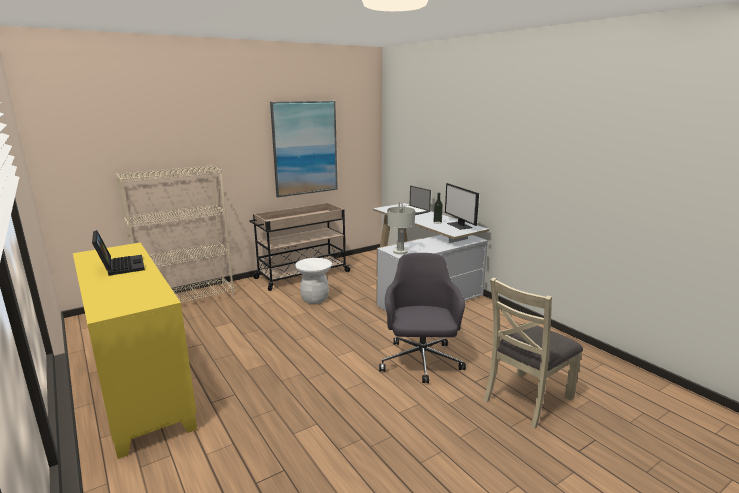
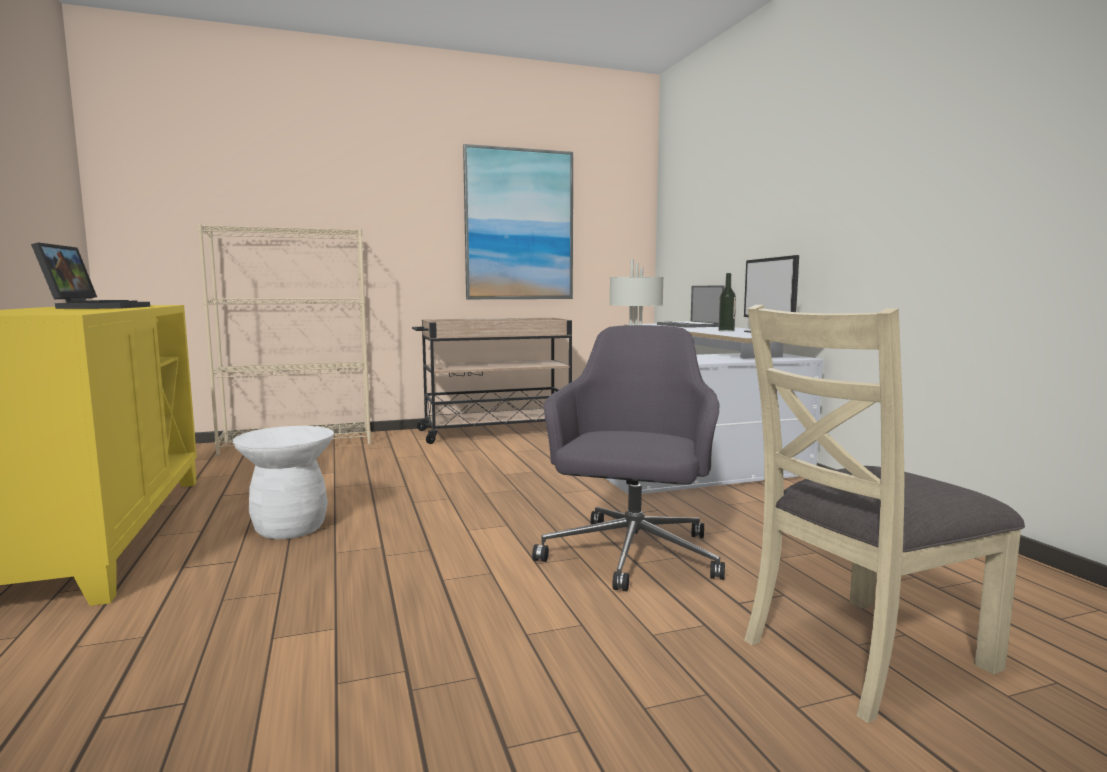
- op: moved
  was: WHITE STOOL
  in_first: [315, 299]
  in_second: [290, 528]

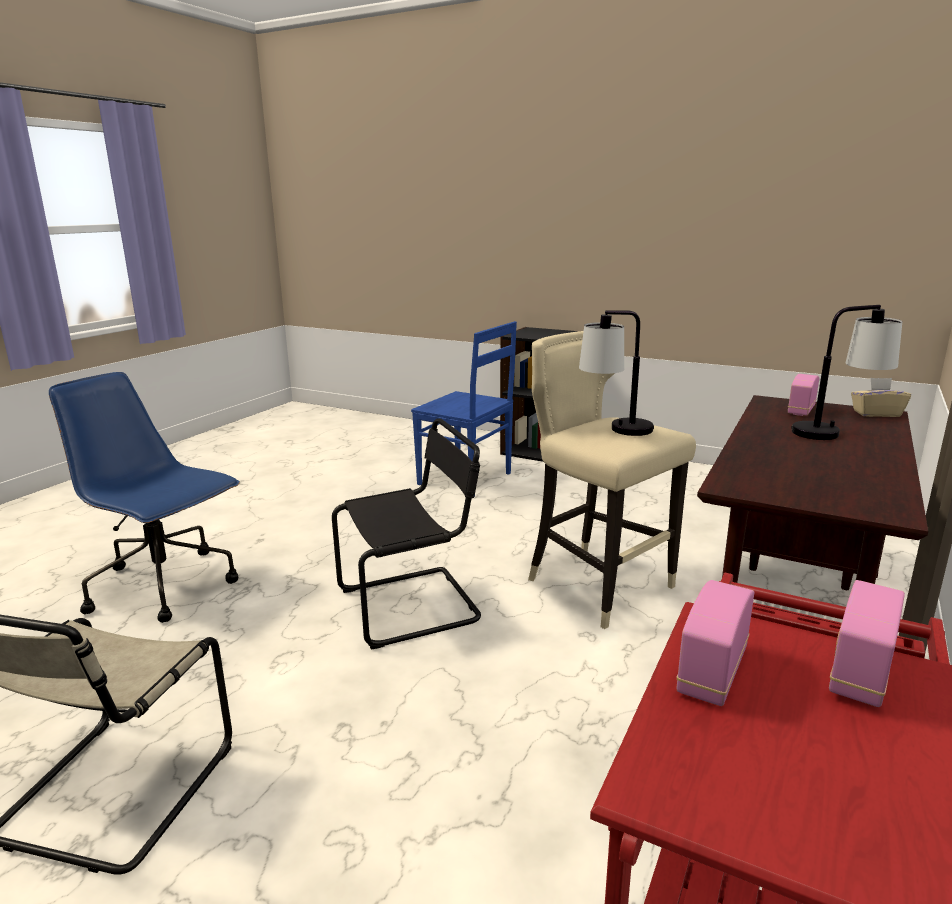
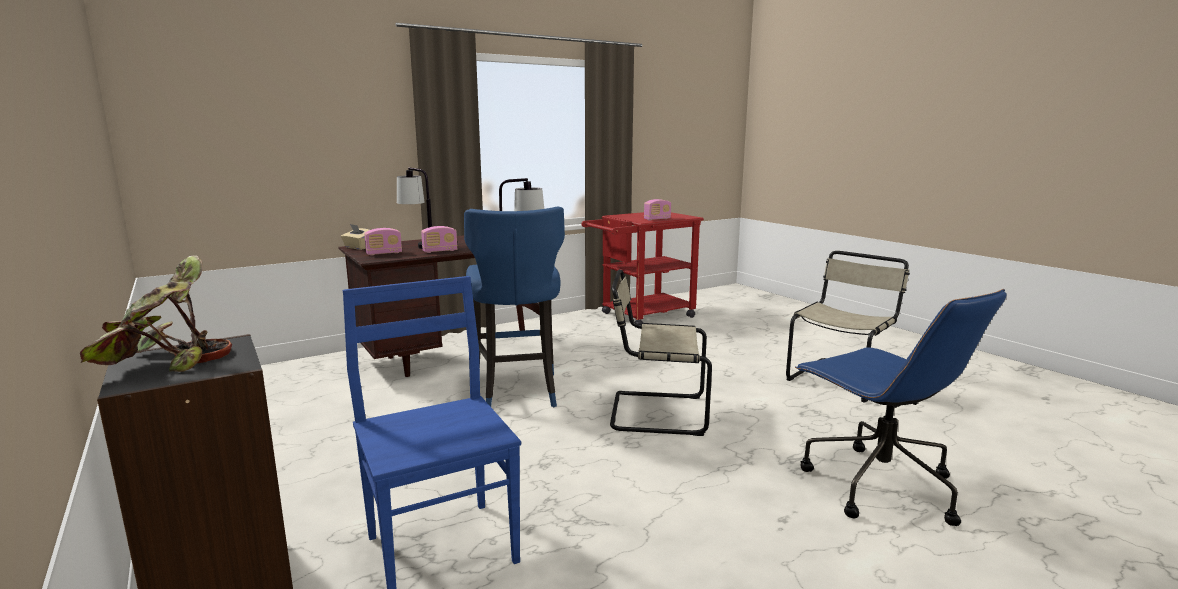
- op: recoloured
  was: BEIGE STOOL
  now: BLUE STOOL
  in_first: [597, 585]
  in_second: [517, 392]
- op: recoloured
  was: BLACK CHAIR
  now: BEIGE CHAIR
  in_first: [414, 605]
  in_second: [654, 413]
- op: moved
  was: RADIO
  in_first: [860, 672]
  in_second: [440, 251]
- op: added
  now: POTTED PLANT
  in_second: [163, 364]

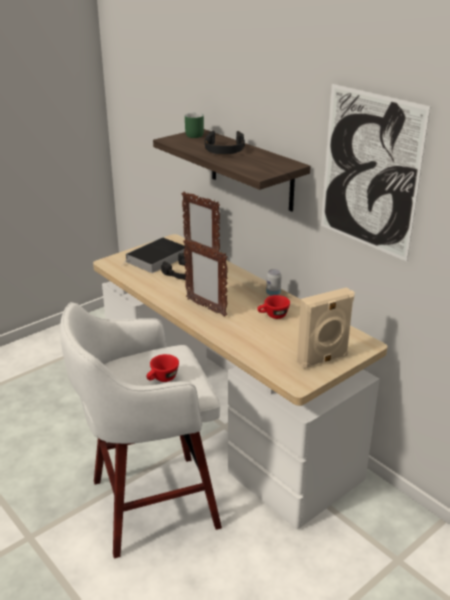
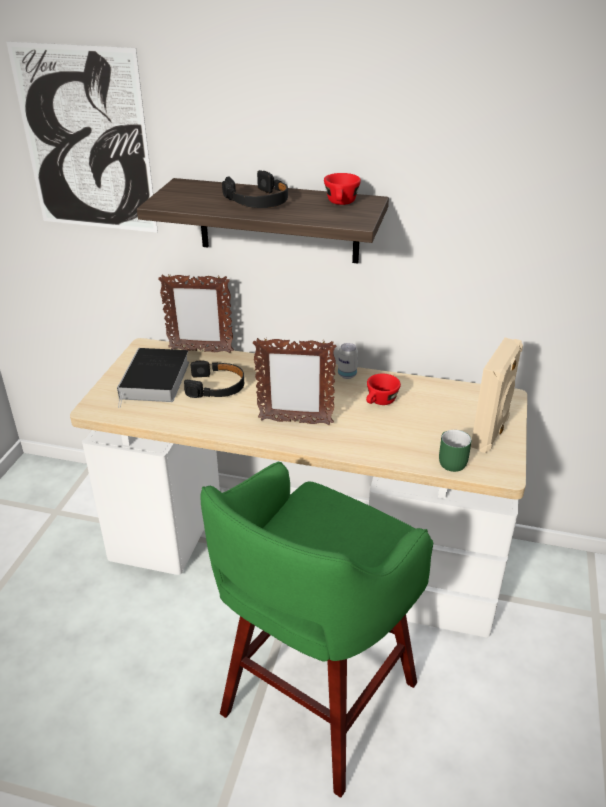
- op: moved
  was: PICTURE
  in_first: [369, 172]
  in_second: [86, 141]
- op: moved
  was: GREEN MUG
  in_first: [194, 134]
  in_second: [448, 461]
- op: recoloured
  was: WHITE STOOL
  now: GREEN STOOL
  in_first: [149, 504]
  in_second: [315, 703]
- op: moved
  was: RED CUP
  in_first: [162, 379]
  in_second: [341, 203]

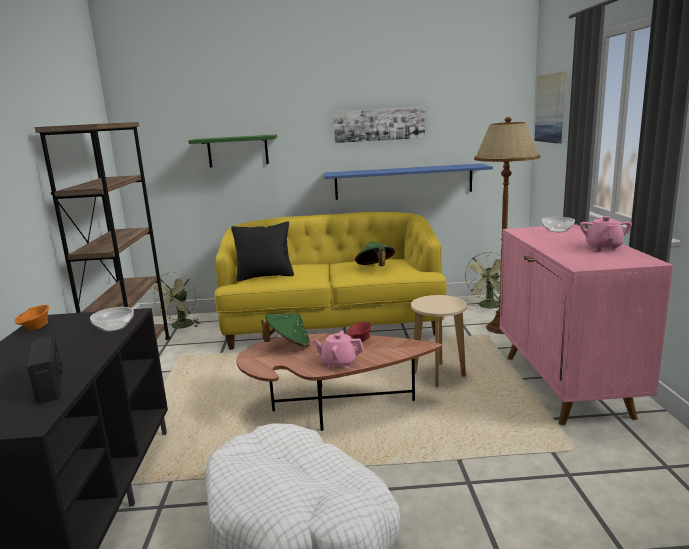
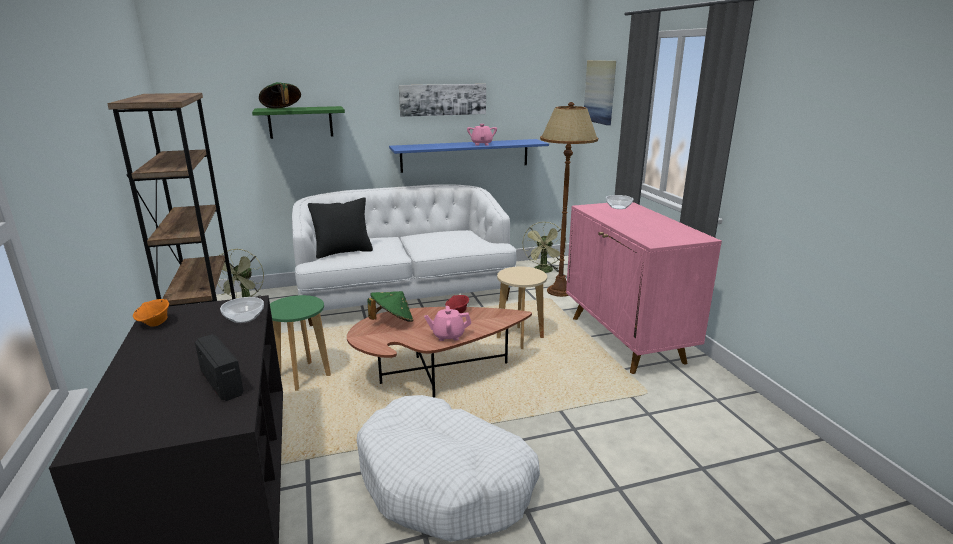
- op: recoloured
  was: YELLOW SOFA
  now: WHITE SOFA
  in_first: [333, 324]
  in_second: [405, 295]
- op: moved
  was: PINK TEAPOT
  in_first: [603, 247]
  in_second: [482, 144]
- op: moved
  was: GREEN HAT
  in_first: [375, 268]
  in_second: [281, 109]
- op: added
  now: GREEN STOOL
  in_second: [304, 376]

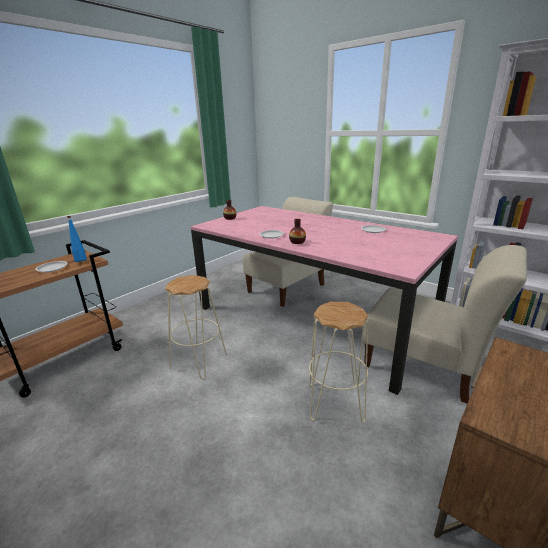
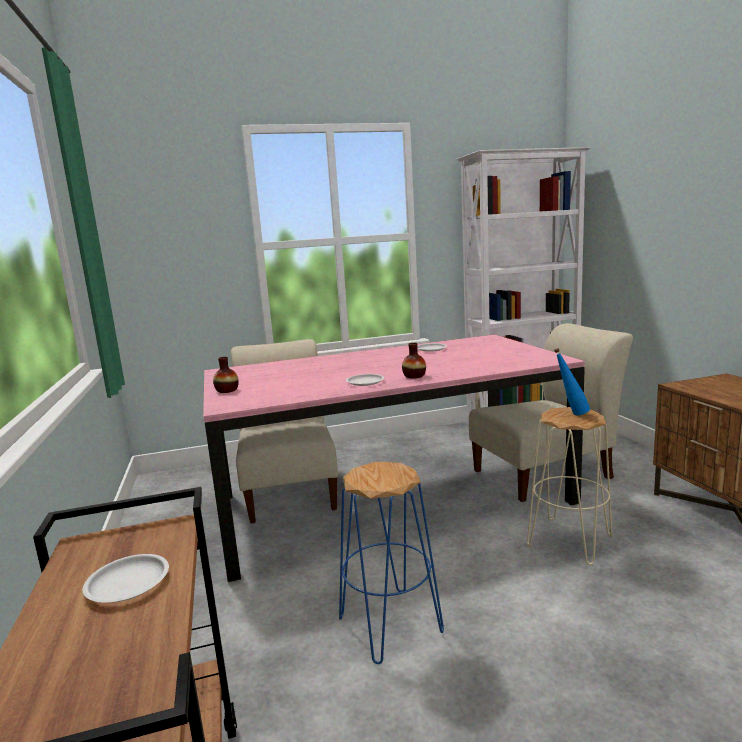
- op: moved
  was: BLUE BOTTLE
  in_first: [80, 260]
  in_second: [571, 414]
- op: recoloured
  was: BEIGE STOOL
  now: BLUE STOOL
  in_first: [199, 360]
  in_second: [389, 624]

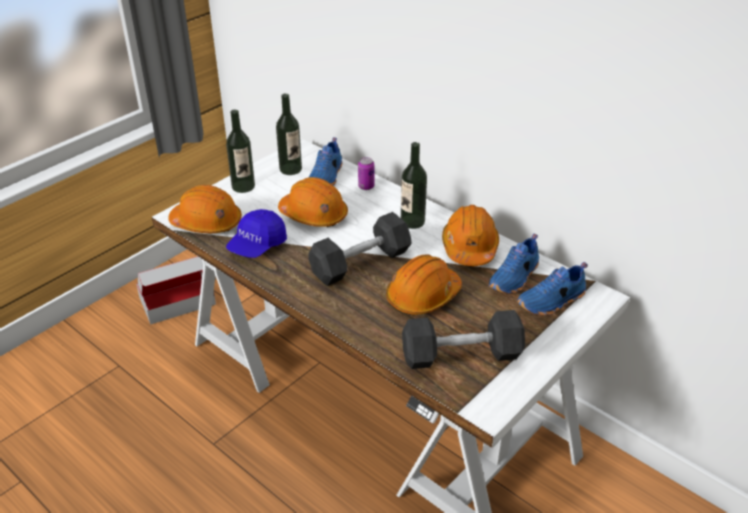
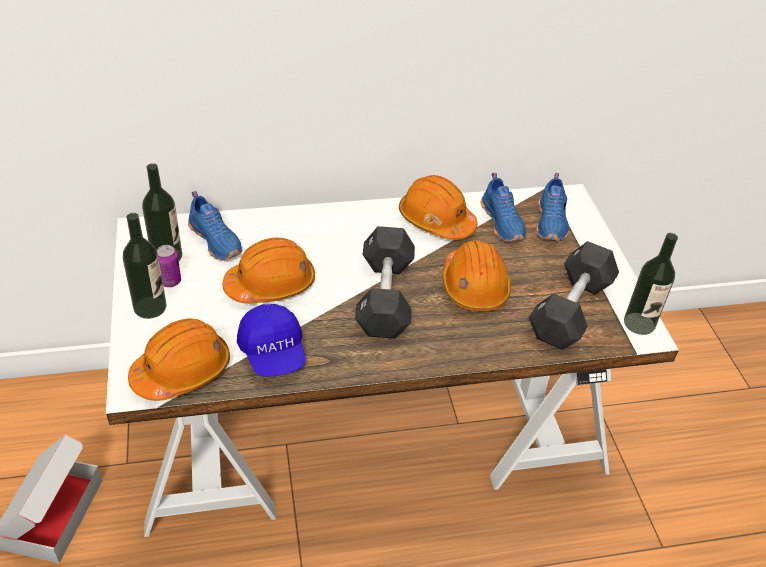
- op: moved
  was: BOTTLE
  in_first: [412, 221]
  in_second: [639, 323]
- op: moved
  was: CAN
  in_first: [366, 186]
  in_second: [170, 281]

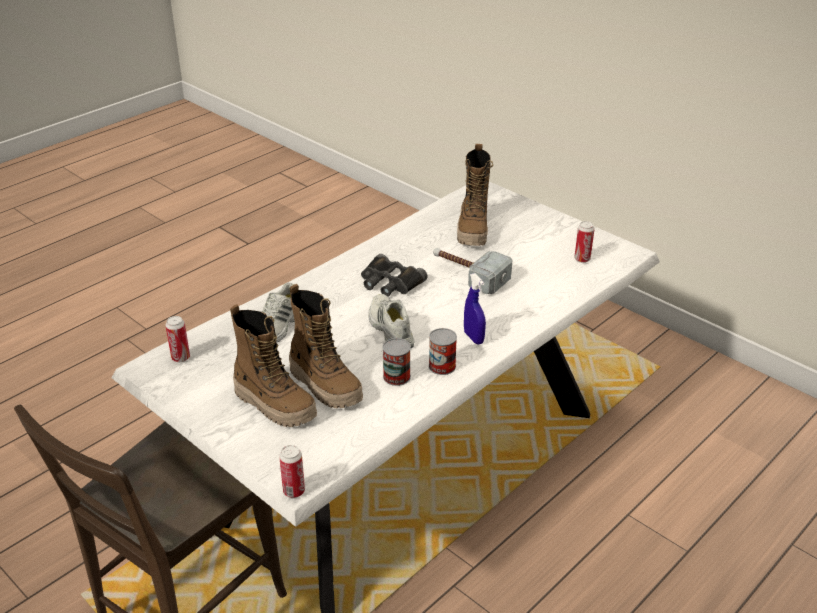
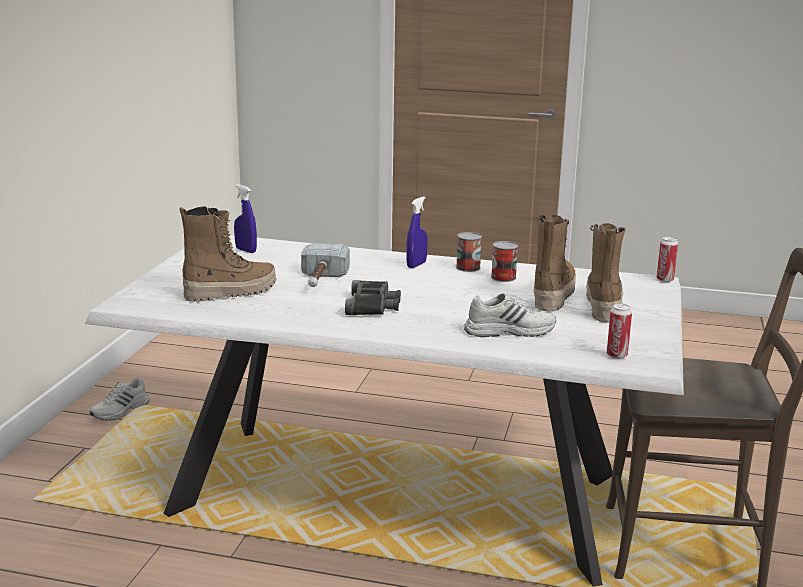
- op: replaced
  was: CAN
  now: BLUE SPRAY BOTTLE
  in_first: [582, 259]
  in_second: [246, 250]
- op: moved
  was: WHITE SHOE
  in_first: [389, 328]
  in_second: [121, 411]

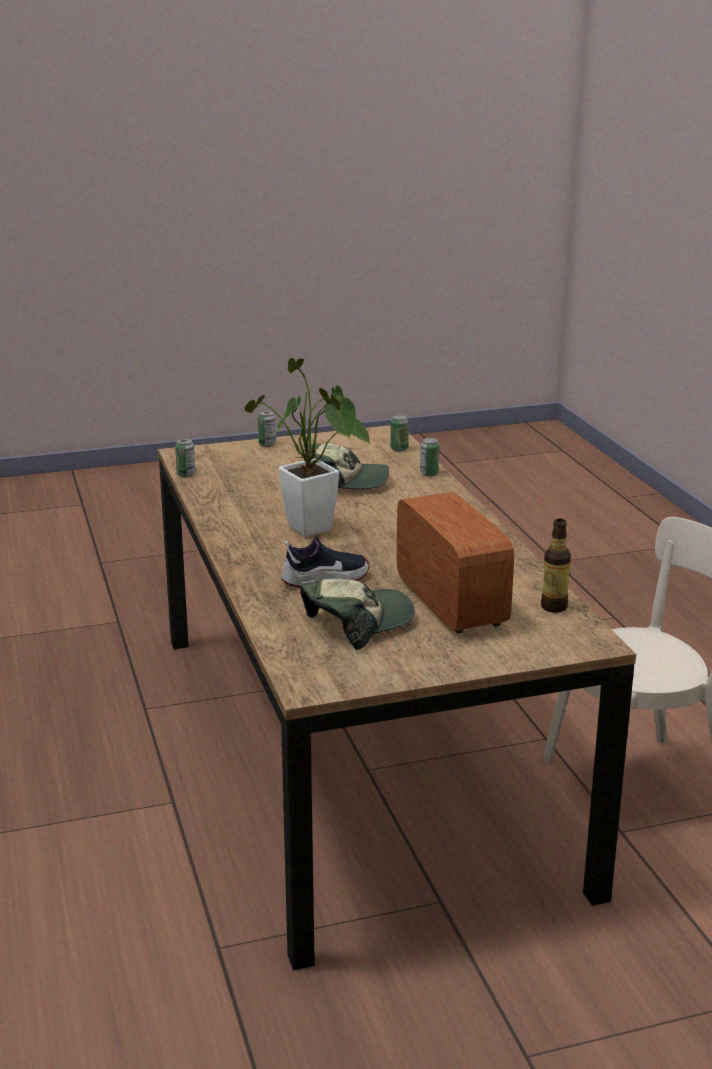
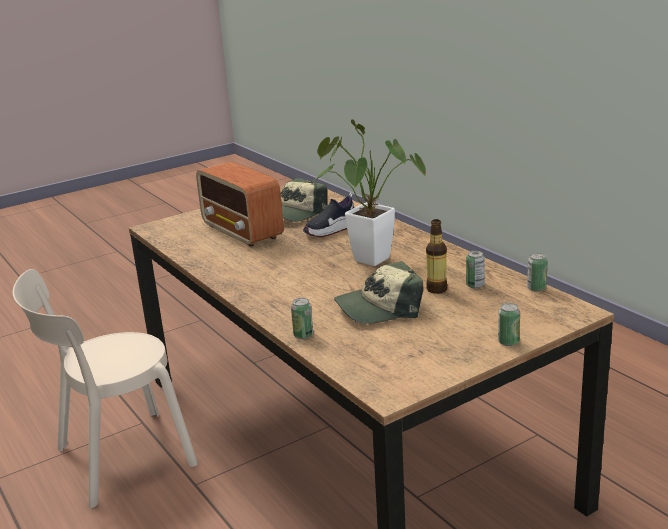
- op: moved
  was: CAN
  in_first: [399, 449]
  in_second: [475, 285]
- op: moved
  was: BOTTLE
  in_first: [554, 607]
  in_second: [436, 289]

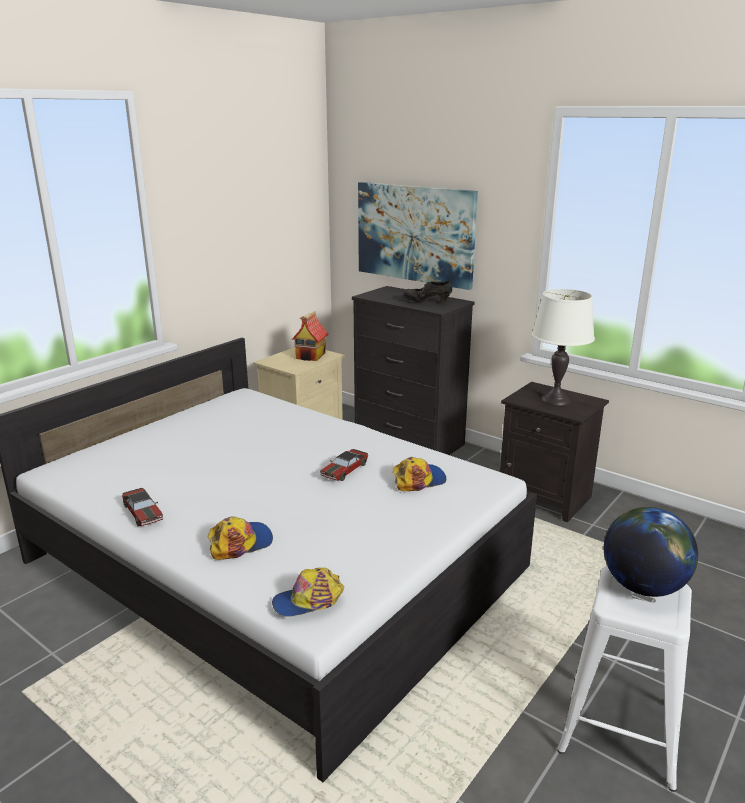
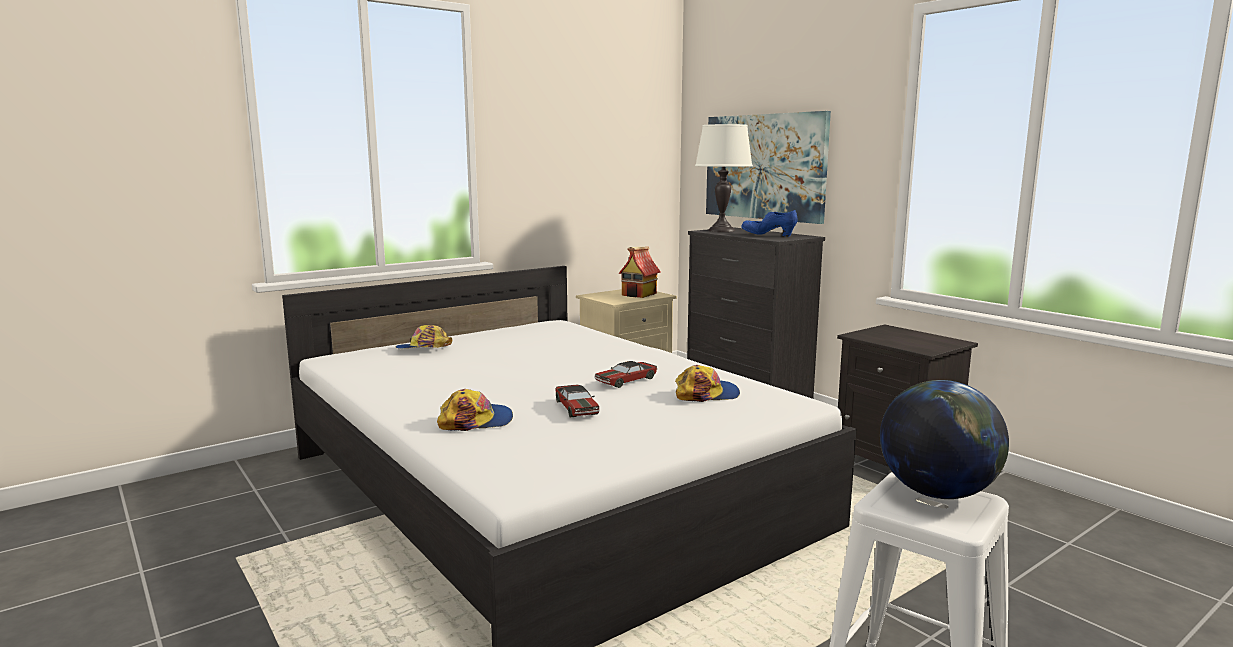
- op: recoloured
  was: BLACK SHOE
  now: BLUE SHOE
  in_first: [426, 302]
  in_second: [768, 235]
- op: moved
  was: WHITE TABLE LAMP
  in_first: [555, 400]
  in_second: [721, 230]
- op: moved
  was: TOY CAR
  in_first: [143, 513]
  in_second: [576, 408]
- op: moved
  was: CAP
  in_first: [308, 601]
  in_second: [423, 348]

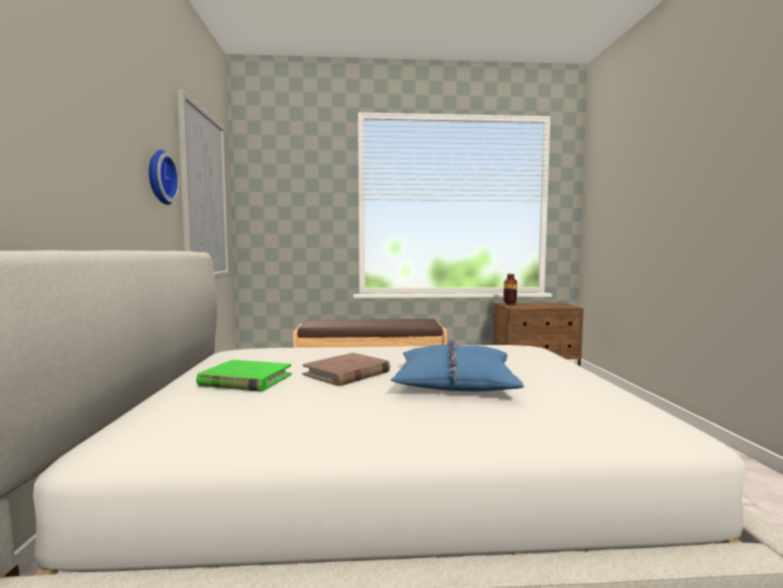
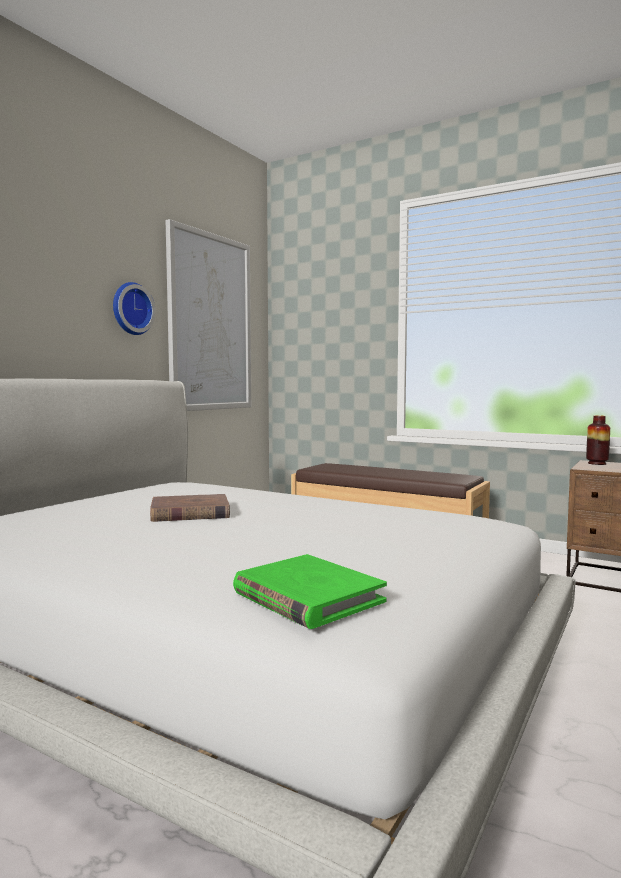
- op: removed
  was: BLUE PILLOW
  in_first: [455, 382]
- op: moved
  was: GREEN BOOK
  in_first: [245, 380]
  in_second: [307, 596]

